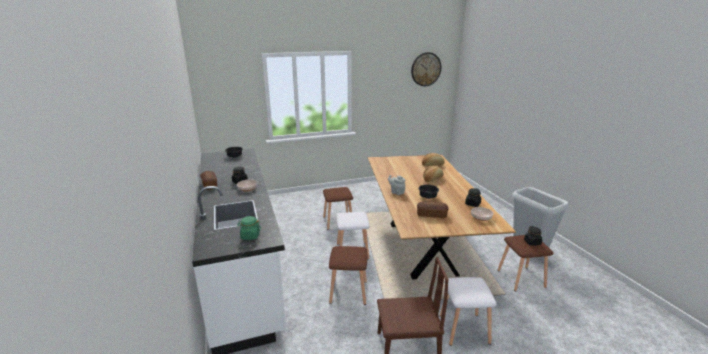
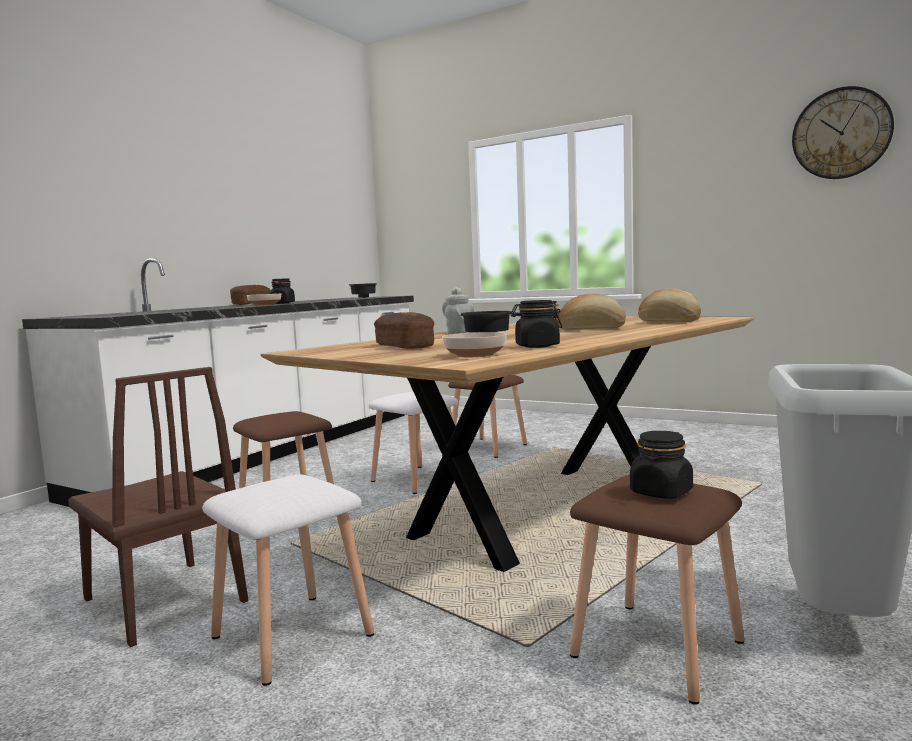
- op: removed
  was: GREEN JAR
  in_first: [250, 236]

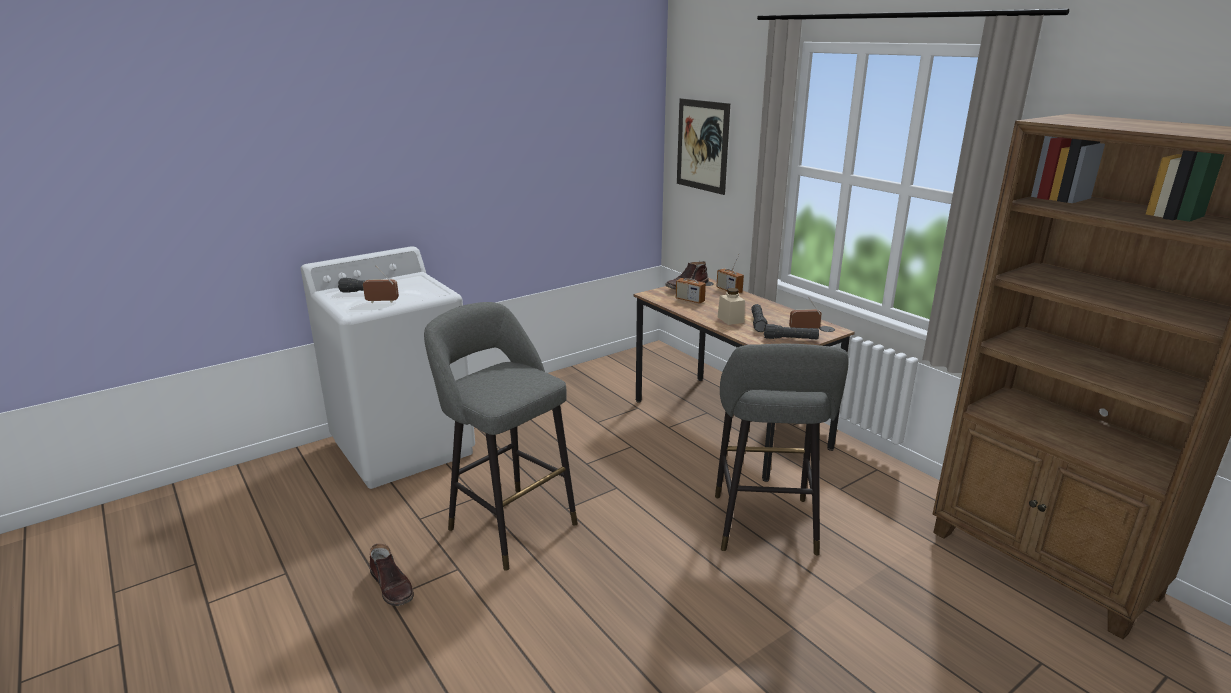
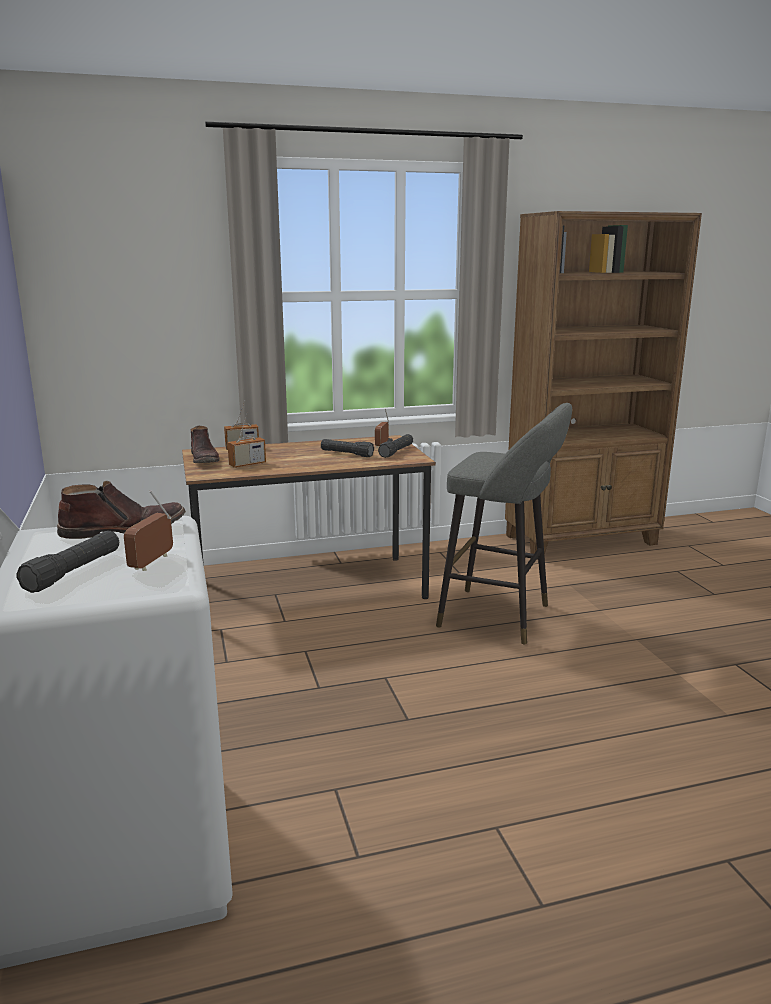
- op: removed
  was: PICTURE
  in_first: [702, 145]
- op: removed
  was: BEIGE JAR
  in_first: [730, 319]
- op: removed
  was: GREY STOOL
  in_first: [507, 523]
- op: moved
  was: BROWN BOOT
  in_first: [392, 586]
  in_second: [123, 530]

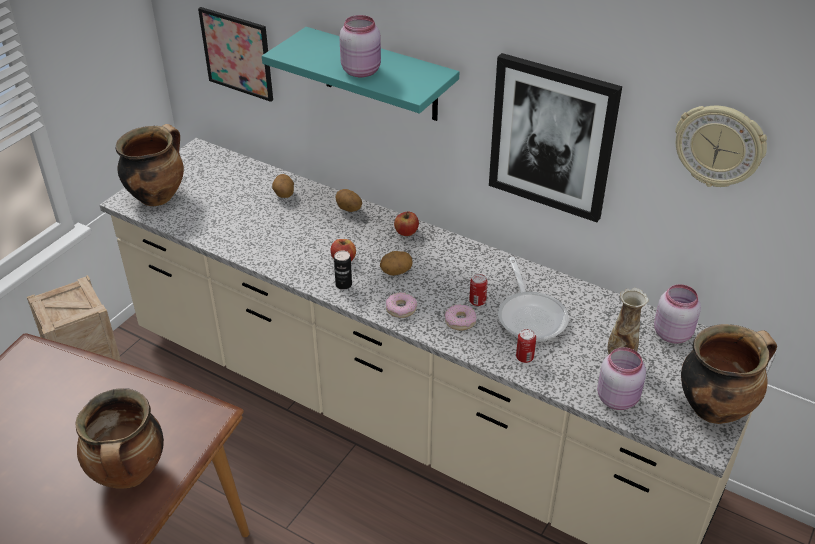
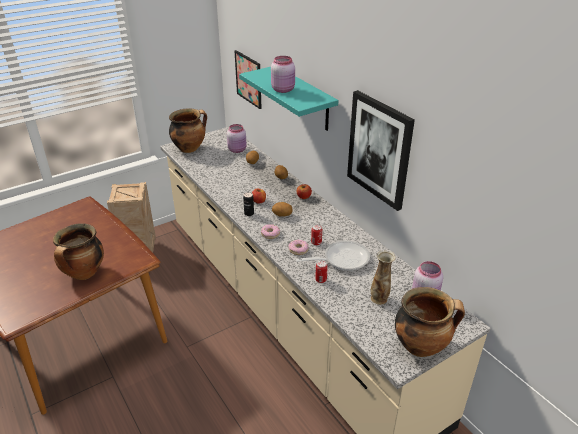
- op: removed
  was: WALL CLOCK
  in_first: [719, 146]
- op: turned
  was: FRYING PAN
  in_first: [531, 316]
  in_second: [342, 259]
  clockwise: -120
- op: moved
  was: PINK JAR
  in_first: [618, 398]
  in_second: [238, 150]

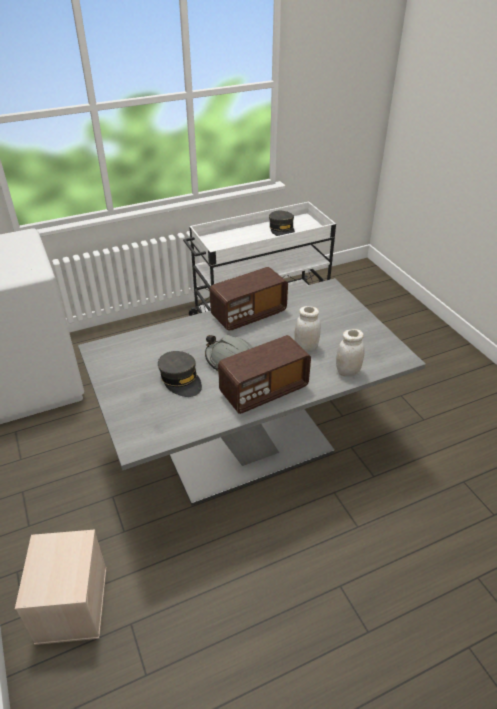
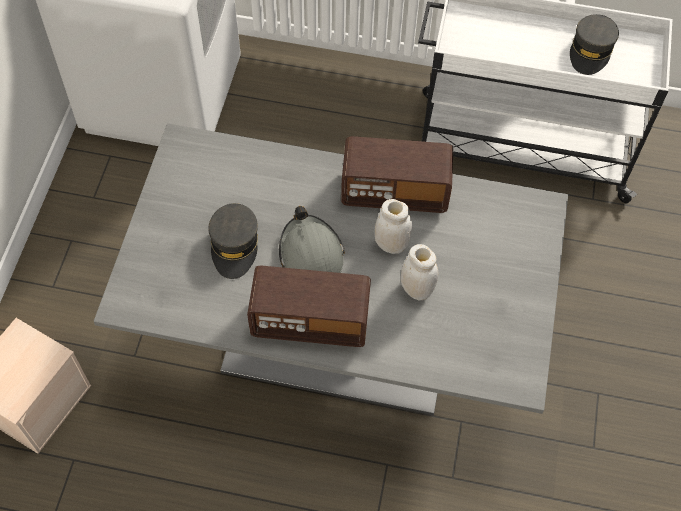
- op: moved
  was: WHITE JAR
  in_first: [347, 372]
  in_second: [391, 244]

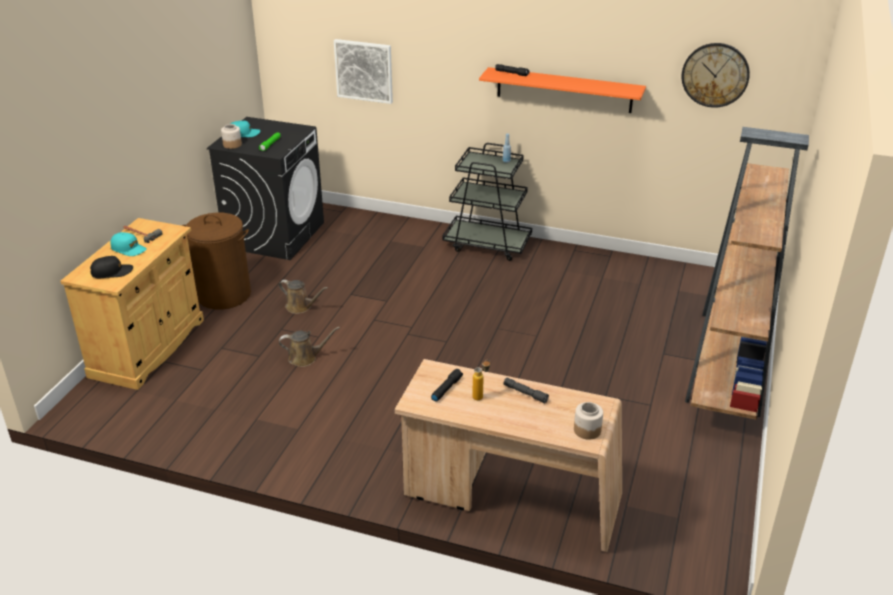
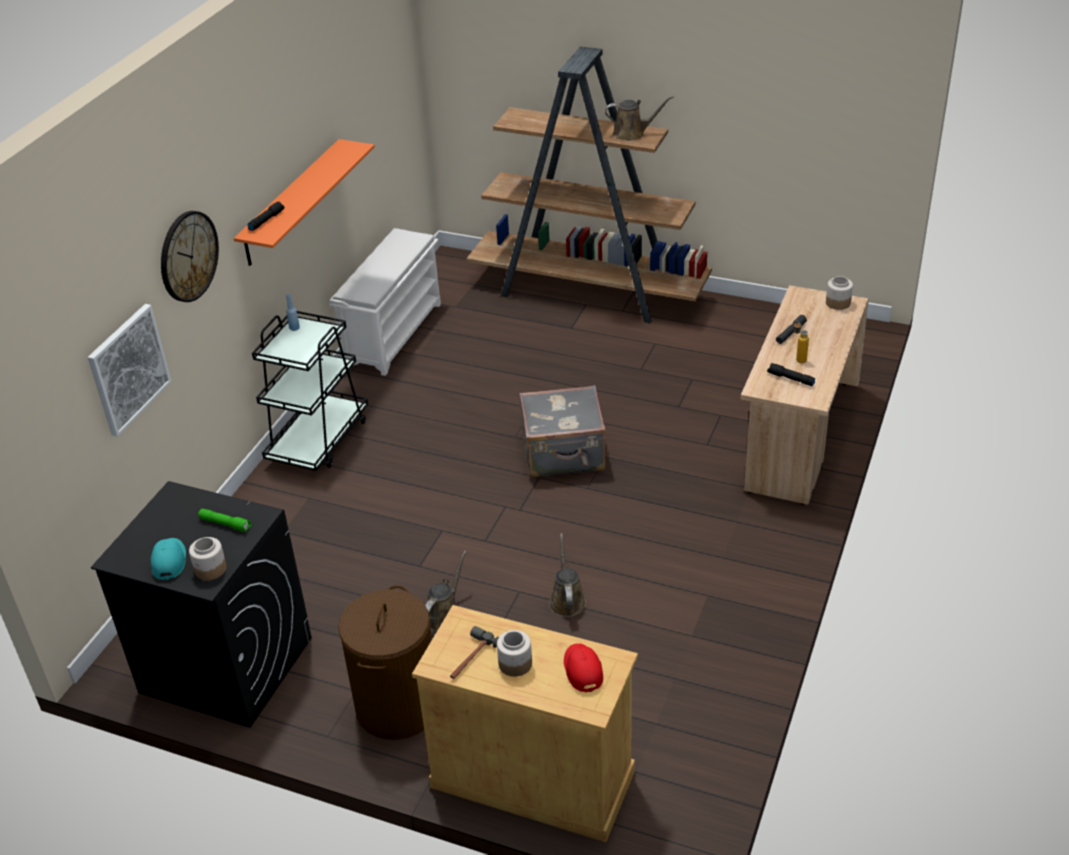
- op: moved
  was: WALL CLOCK
  in_first: [715, 75]
  in_second: [188, 256]
- op: replaced
  was: TURQUOISE CAP
  now: JAR
  in_first: [129, 249]
  in_second: [515, 664]
- op: recoloured
  was: BLACK CAP
  now: RED CAP
  in_first: [112, 272]
  in_second: [582, 670]
- op: added
  now: BROWN WATERING CAN
  in_second: [632, 133]
- op: added
  now: WHITE SHOE RACK
  in_second: [393, 334]
- op: added
  now: GREY SUITCASE
  in_second: [564, 455]

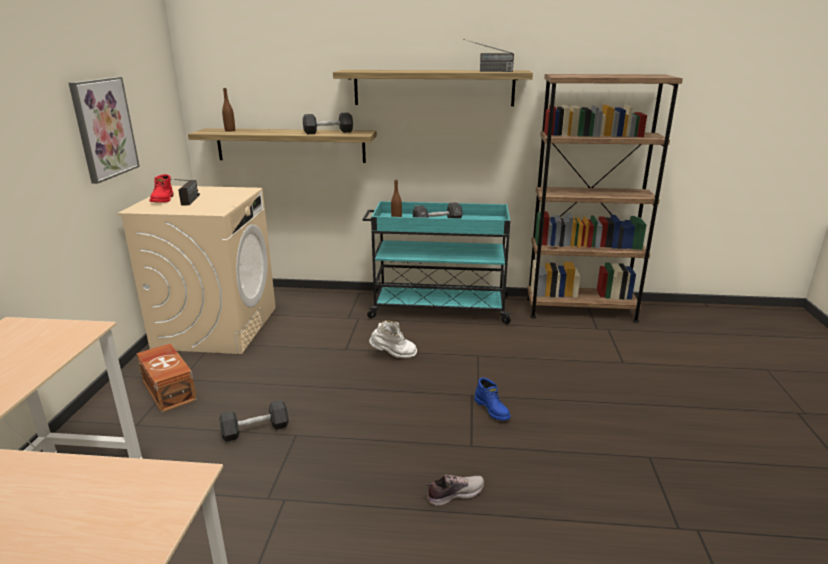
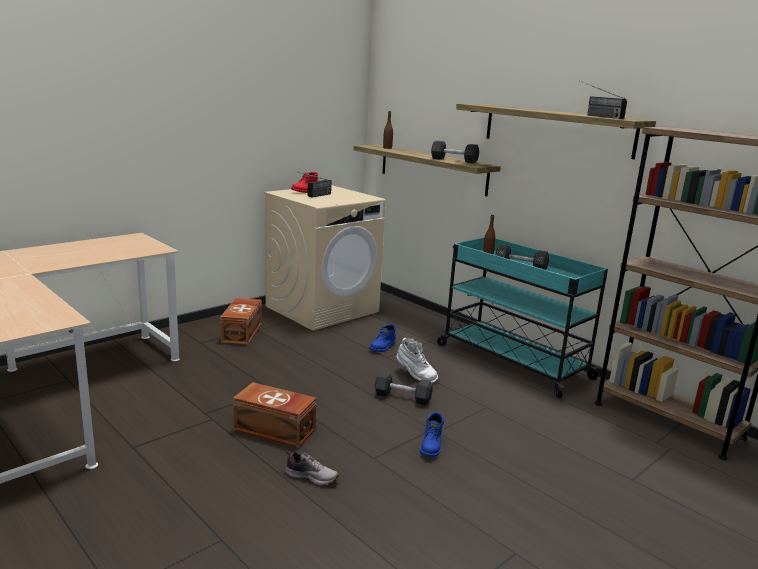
- op: removed
  was: PICTURE
  in_first: [104, 128]
- op: moved
  was: BLACK DUMBBELL
  in_first: [255, 430]
  in_second: [402, 397]
- op: added
  now: BLUE BOOT
  in_second: [383, 347]
- op: added
  now: BROWN STORAGE BOX
  in_second: [275, 430]

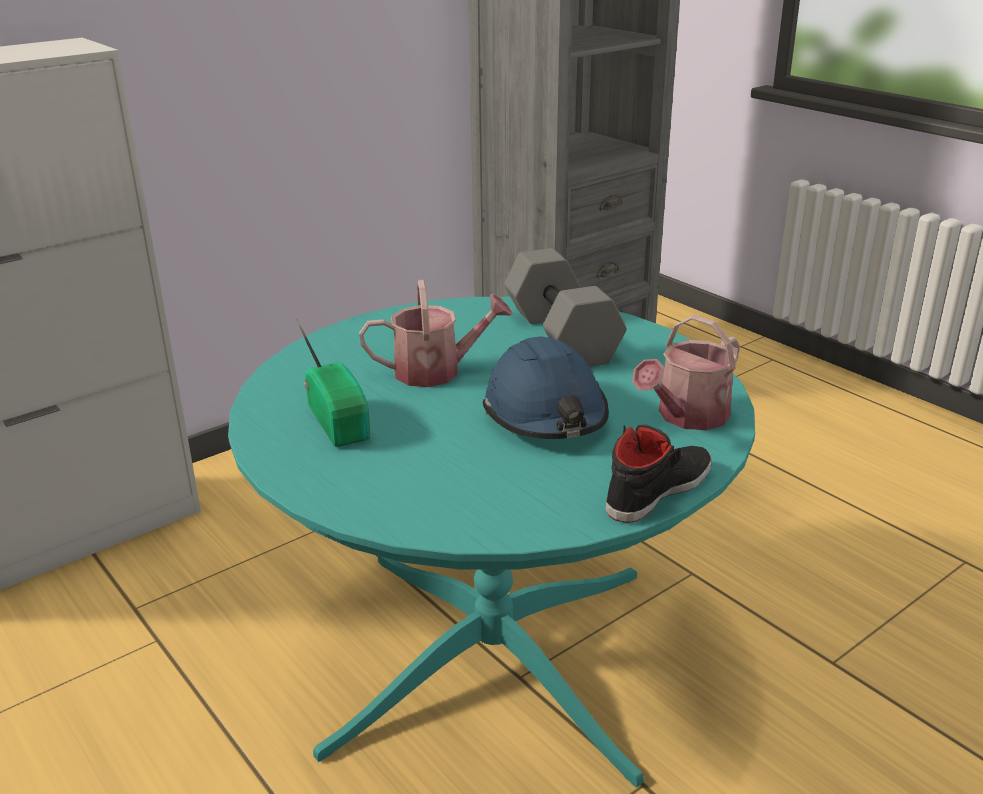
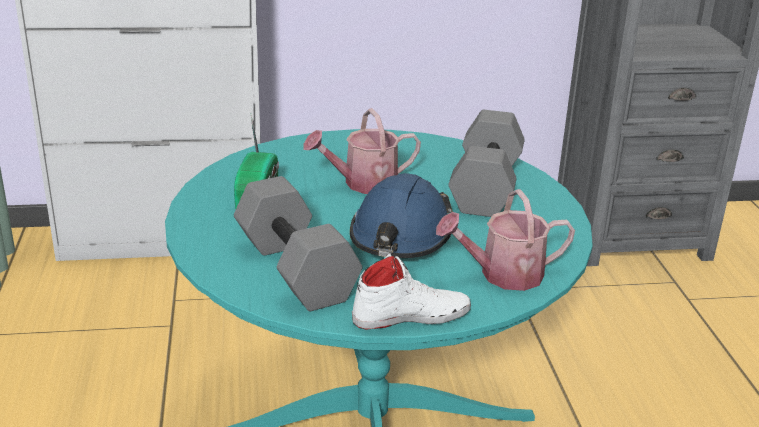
- op: turned
  was: WATERING CAN
  in_first: [437, 371]
  in_second: [363, 183]
  clockwise: 135
- op: recoloured
  was: BLACK SHOE
  now: WHITE SHOE
  in_first: [657, 489]
  in_second: [410, 315]
- op: added
  now: GREY DUMBBELL
  in_second: [298, 269]

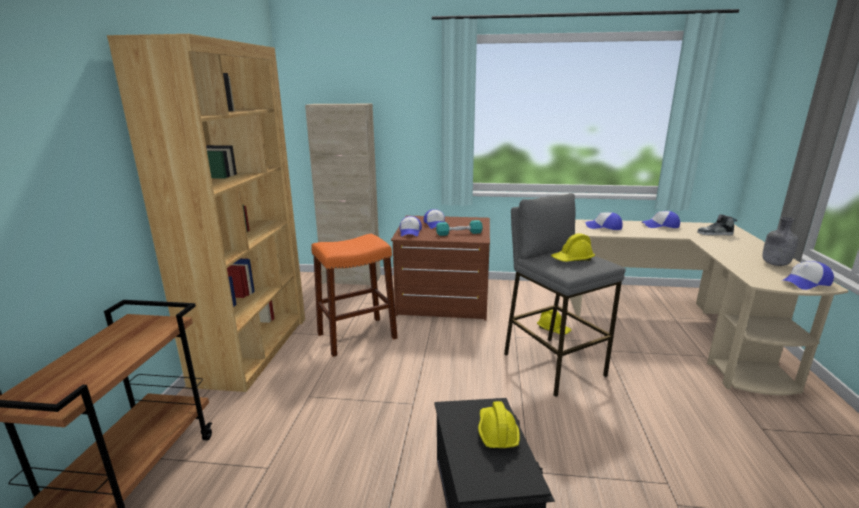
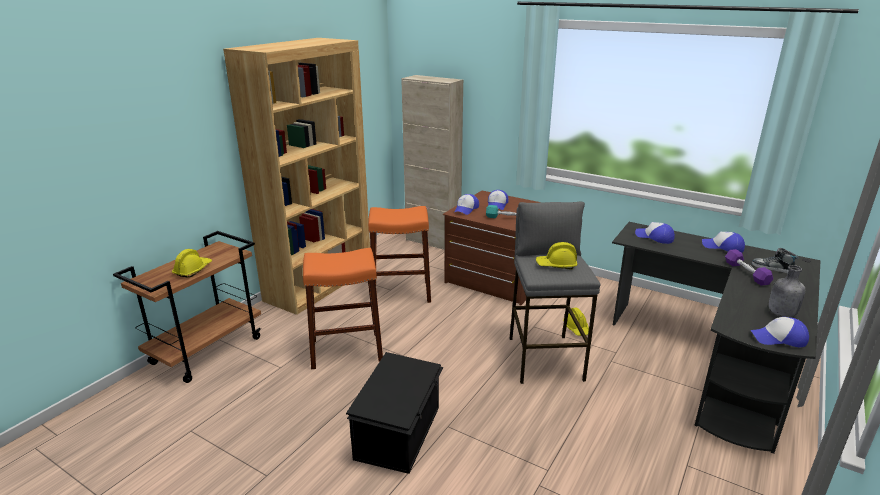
- op: recoloured
  was: BEIGE DESK
  now: BLACK DESK
  in_first: [680, 330]
  in_second: [713, 362]
- op: moved
  was: YELLOW HARD HAT
  in_first: [497, 432]
  in_second: [193, 270]
- op: added
  now: ORANGE STOOL
  in_second: [346, 350]
- op: added
  now: PURPLE DUMBBELL
  in_second: [746, 273]

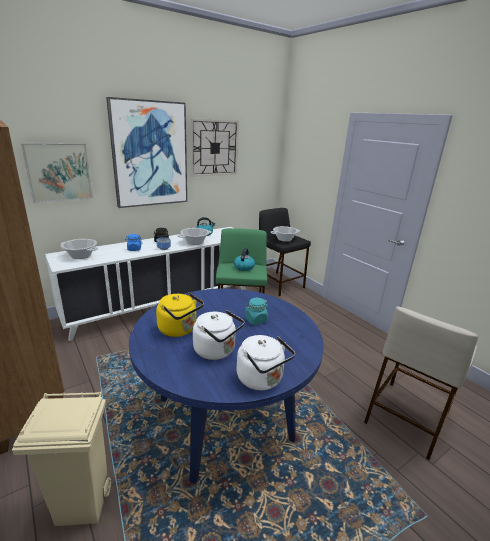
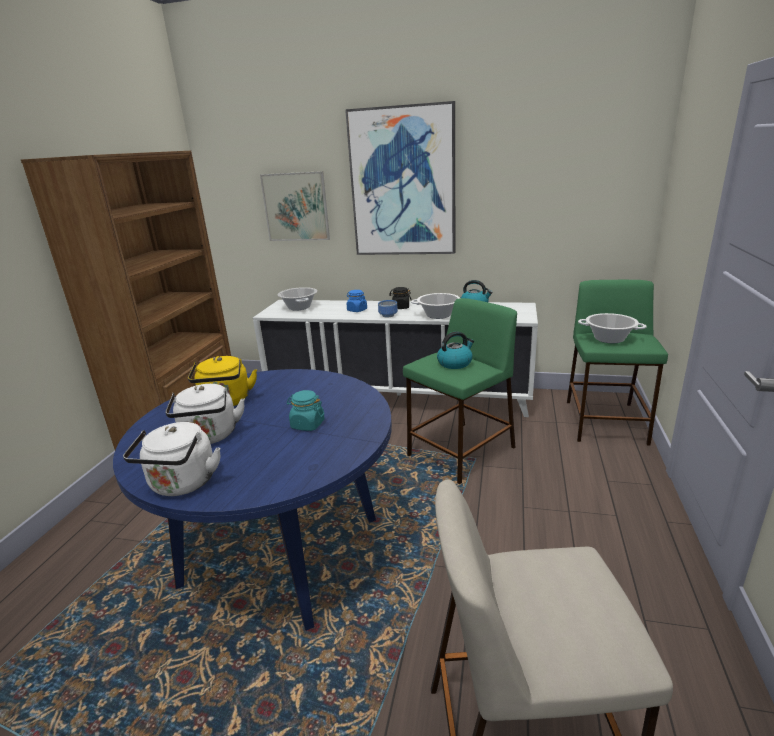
- op: removed
  was: WALL CLOCK
  in_first: [214, 148]
- op: recoloured
  was: BLACK STOOL
  now: GREEN STOOL
  in_first: [278, 283]
  in_second: [605, 422]
- op: removed
  was: BEIGE TRASH CAN
  in_first: [83, 505]

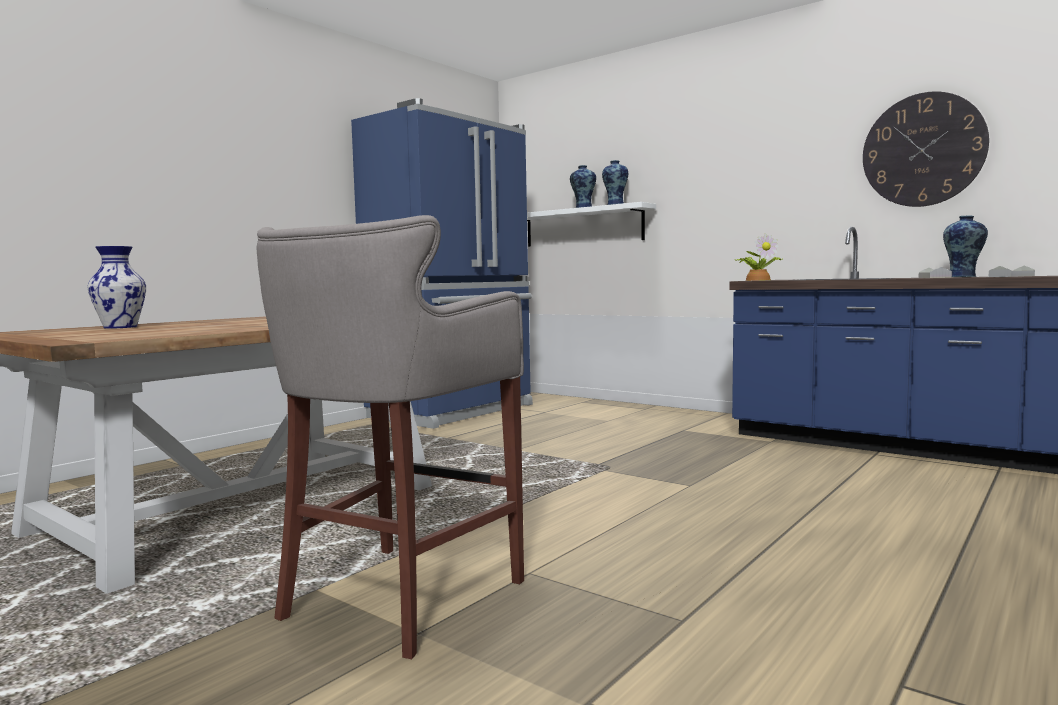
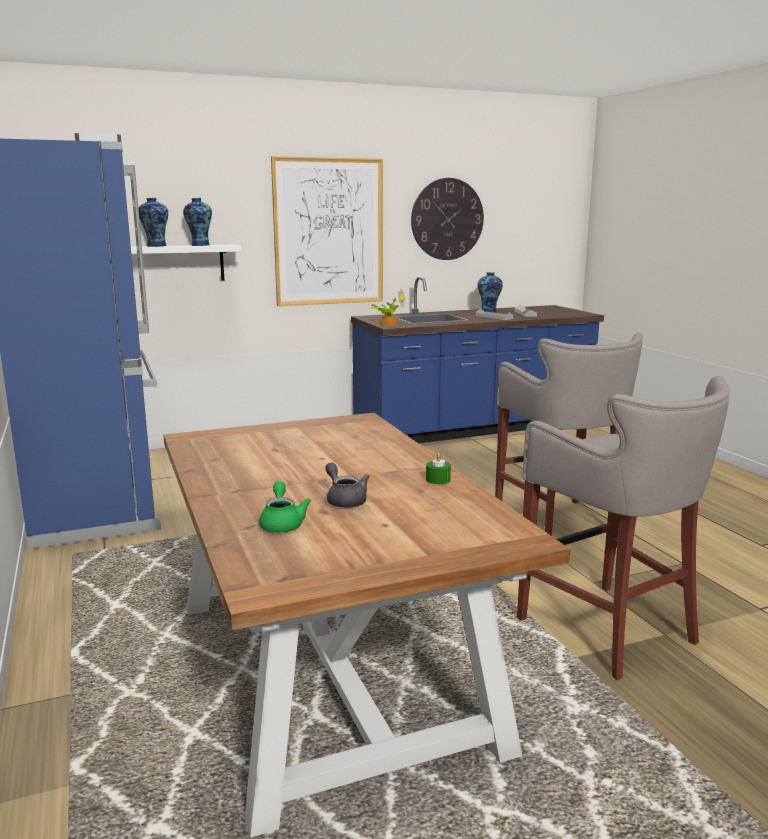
- op: replaced
  was: VASE
  now: GREEN TEAPOT
  in_first: [121, 327]
  in_second: [282, 523]
- op: added
  now: PICTURE
  in_second: [329, 232]
- op: added
  now: GREY STOOL
  in_second: [561, 525]
- op: added
  now: GREEN CANDLE
  in_second: [438, 480]
- op: added
  now: GREY TEAPOT
  in_second: [345, 500]

